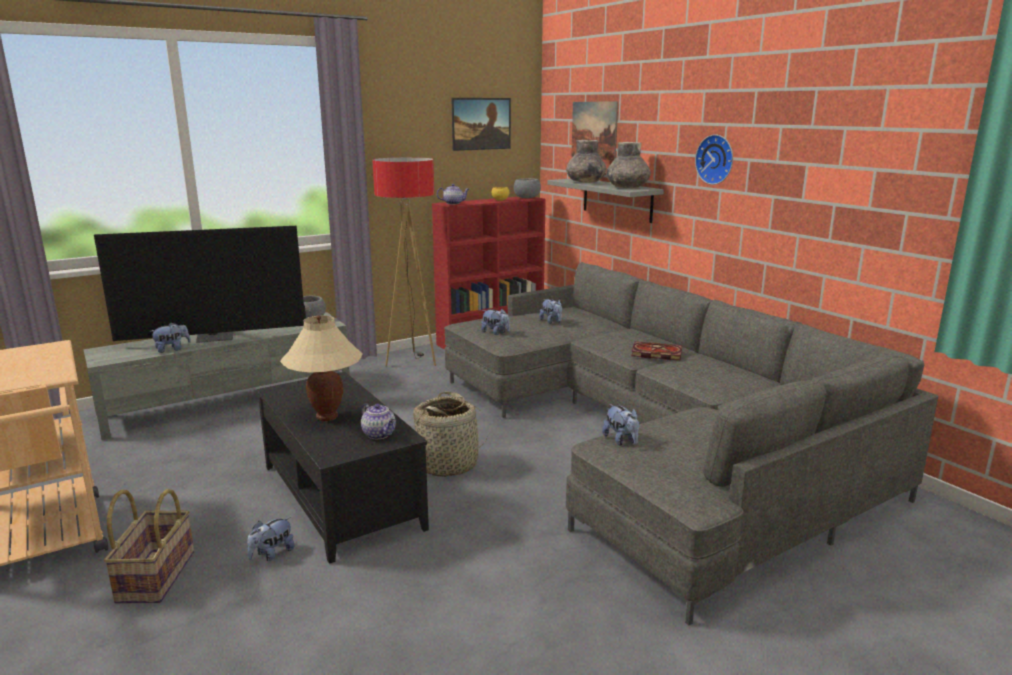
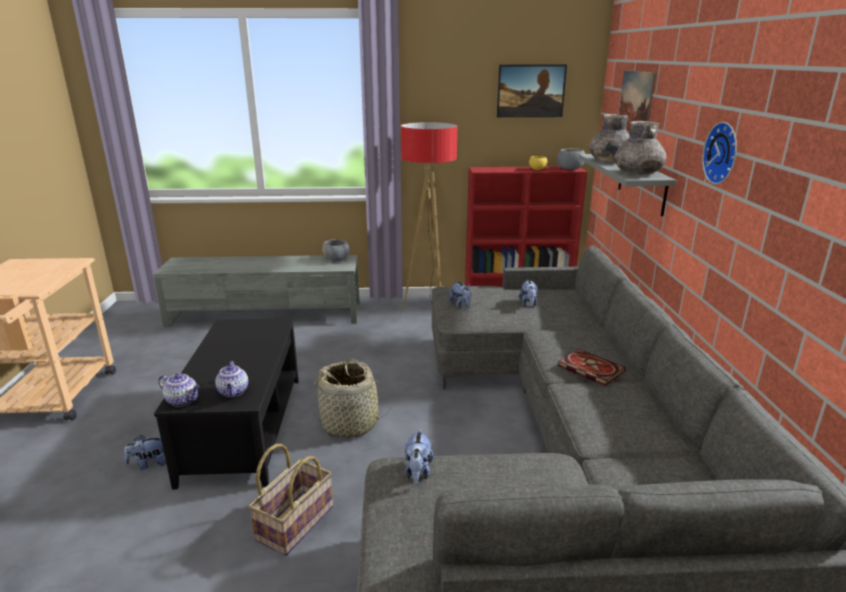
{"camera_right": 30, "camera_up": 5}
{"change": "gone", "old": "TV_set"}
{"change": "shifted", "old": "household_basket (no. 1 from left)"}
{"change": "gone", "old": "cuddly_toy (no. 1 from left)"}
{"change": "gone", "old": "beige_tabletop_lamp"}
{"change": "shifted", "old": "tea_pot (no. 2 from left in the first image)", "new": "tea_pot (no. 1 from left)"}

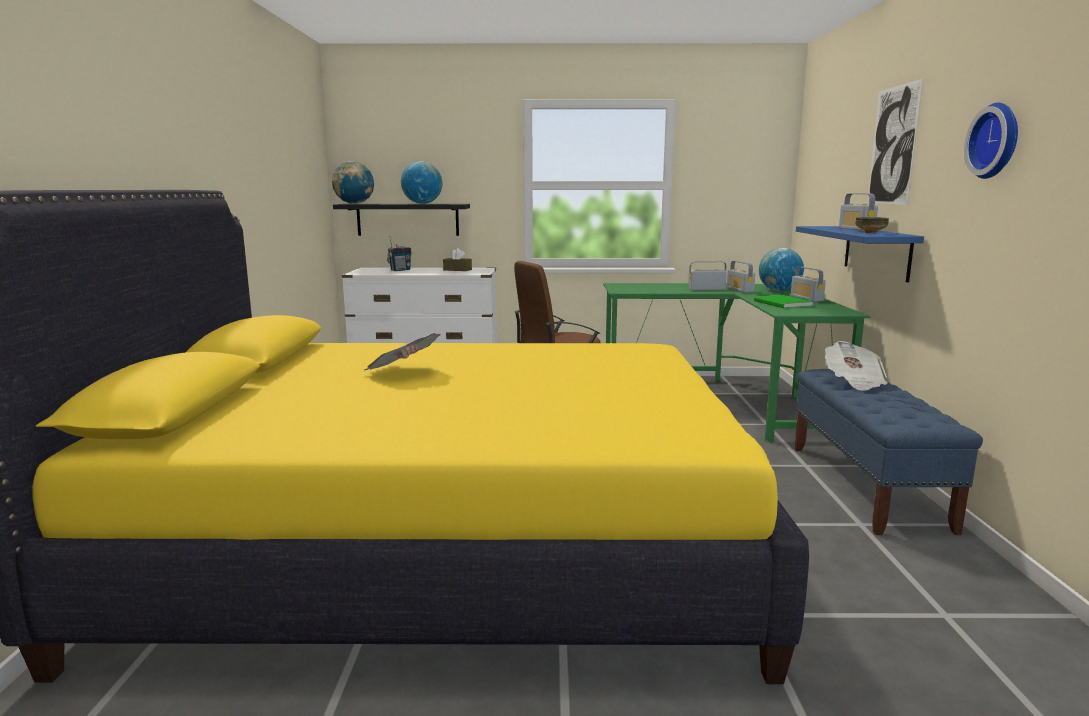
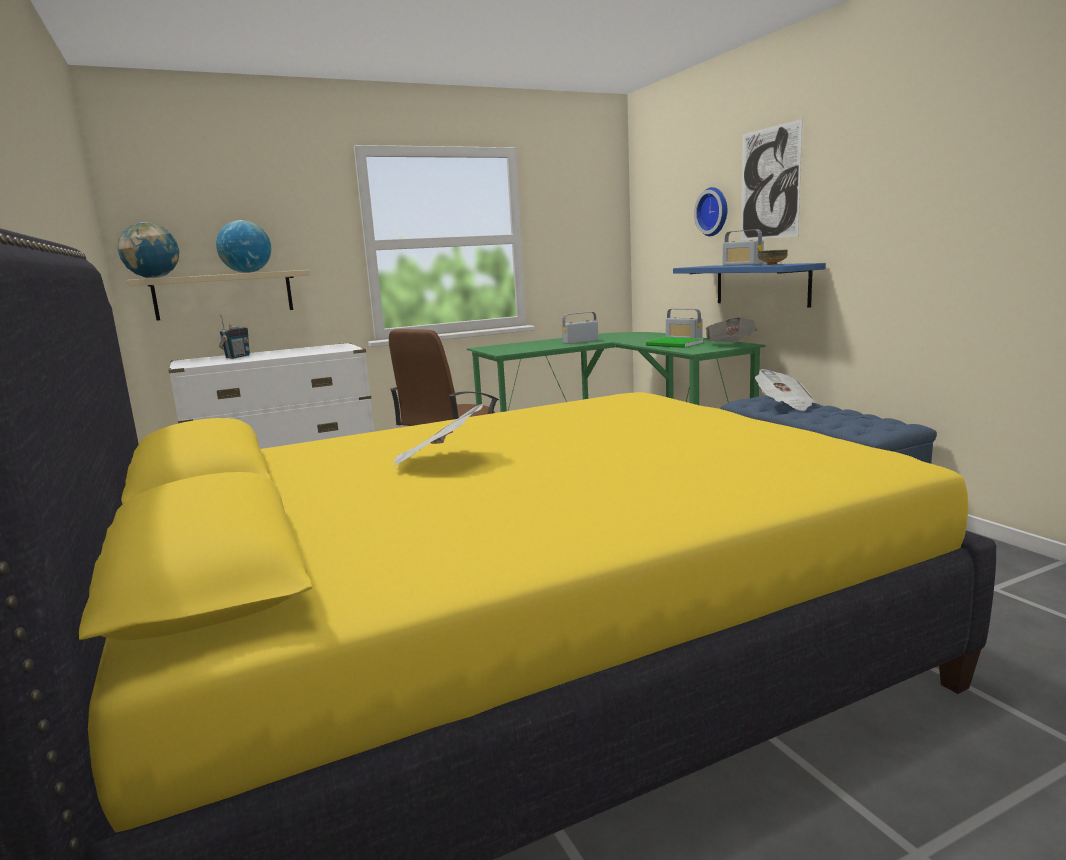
{"camera_right": -25, "camera_up": 0}
{"change": "repainted", "old": "black-coloured_bracket_shelf", "new": "beige_bracket_shelf"}
{"change": "gone", "old": "brown-coloured_tissue_holder"}
{"change": "gone", "old": "radio_receiver (no. 3 from left)"}
{"change": "gone", "old": "globe (no. 3 from left)"}
{"change": "shifted", "old": "wall_clock"}
{"change": "new", "new": "daily_paper (no. 2 from left)"}

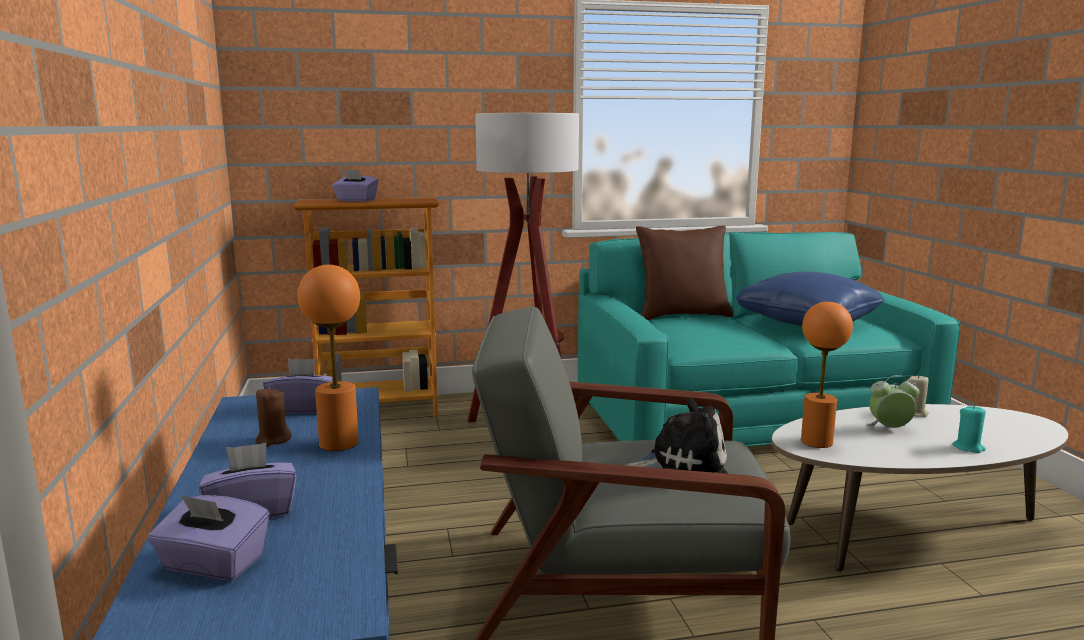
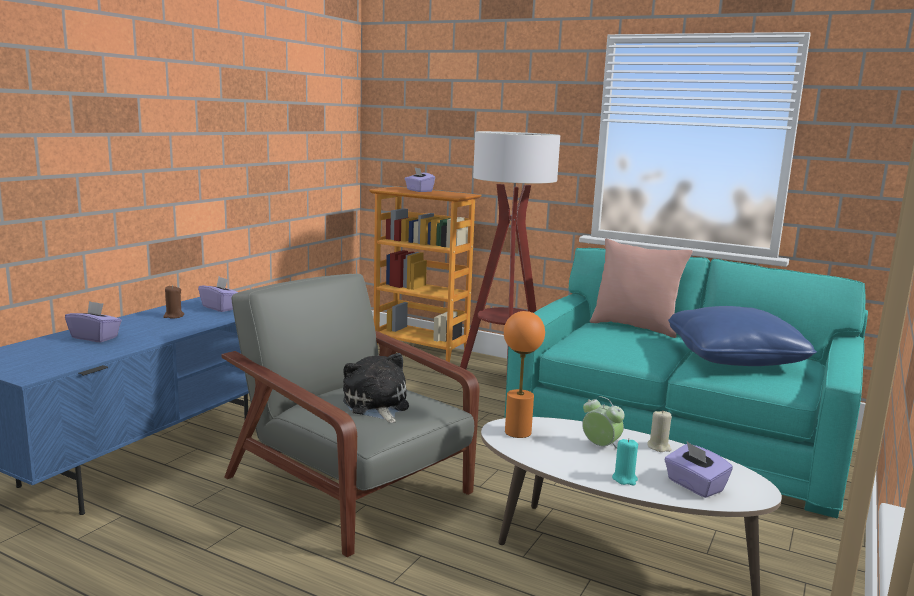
{"camera_right": 40, "camera_up": 0}
{"change": "shifted", "old": "purple_tissue_holder (no. 1 from left in the first image)", "new": "purple_tissue_holder (no. 4 from left)"}
{"change": "gone", "old": "orangey_tabletop_lamp (no. 1 from left)"}
{"change": "rotated", "old": "cuddly_toy", "degrees": -150}
{"change": "repainted", "old": "brown-coloured_throw_pillow", "new": "pink_throw_pillow"}

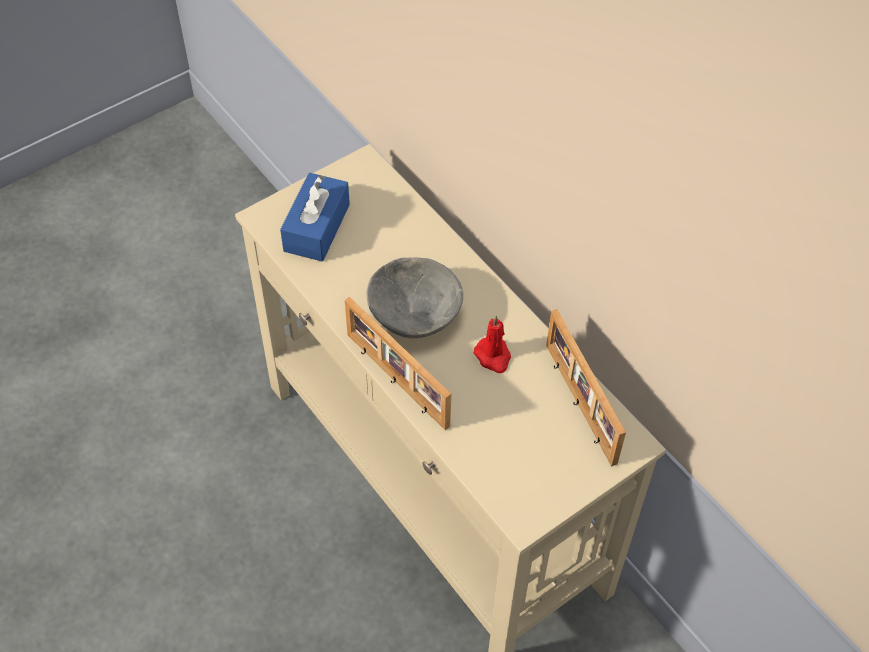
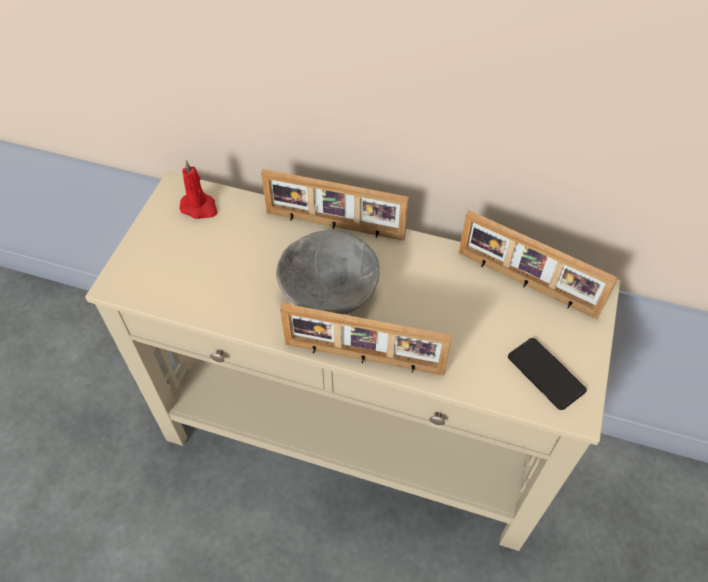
{"camera_right": -35, "camera_up": 0}
{"change": "gone", "old": "blue_tissue_holder"}
{"change": "shifted", "old": "red-coloured_candle"}
{"change": "new", "new": "standing_frame (no. 1 from left)"}
{"change": "new", "new": "handset"}

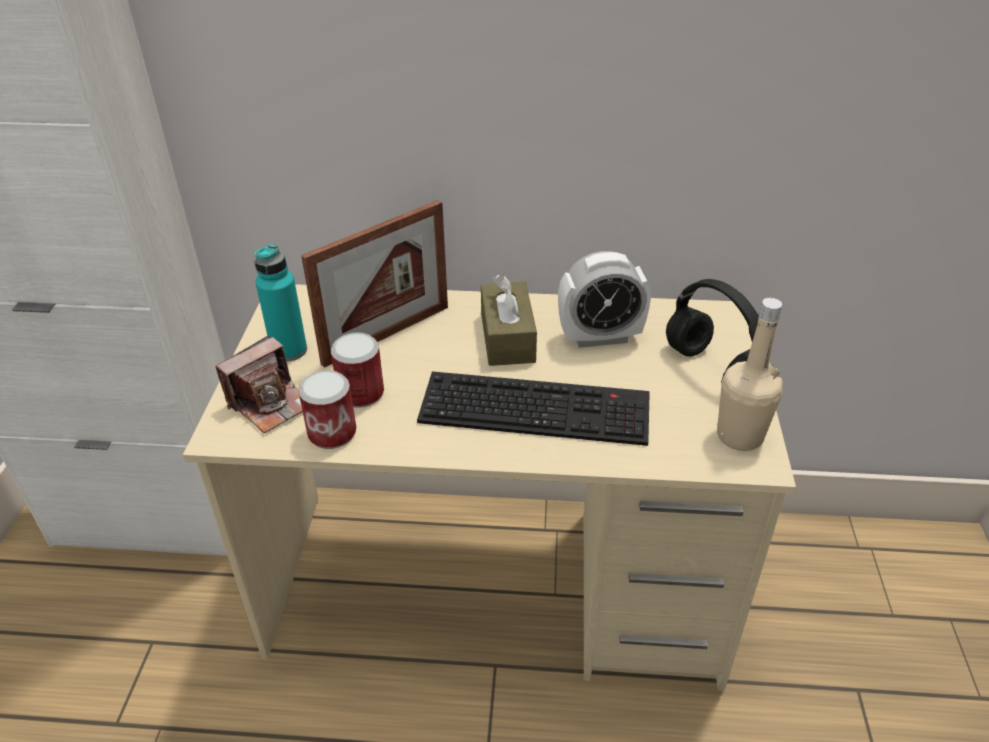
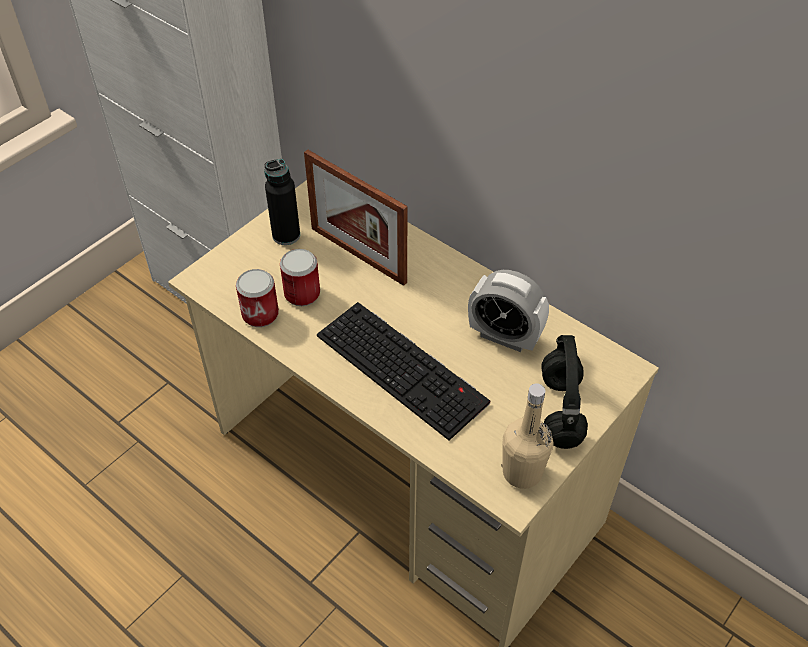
{"camera_right": 35, "camera_up": 10}
{"change": "gone", "old": "photo_camera"}
{"change": "repainted", "old": "blue-green_bottle", "new": "black-coloured_bottle"}
{"change": "rotated", "old": "standing_frame", "degrees": 45}
{"change": "gone", "old": "brown-coloured_tissue_holder"}

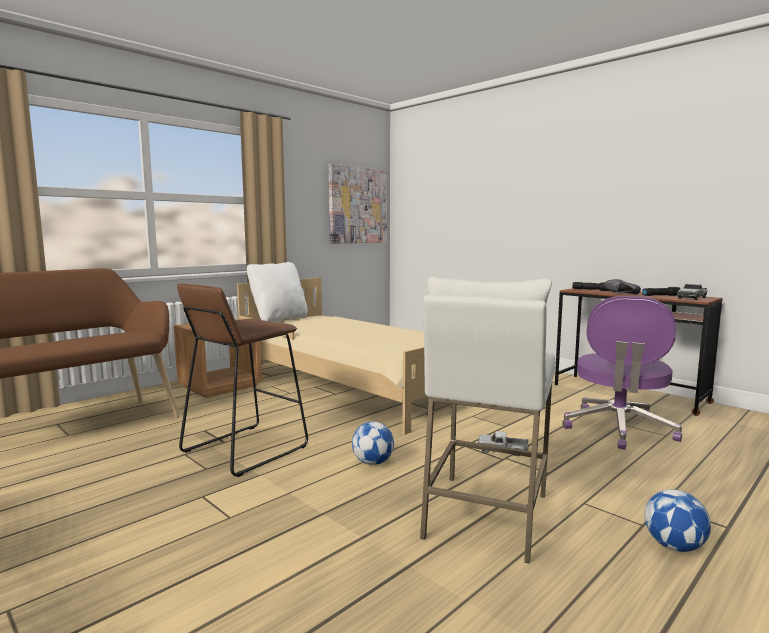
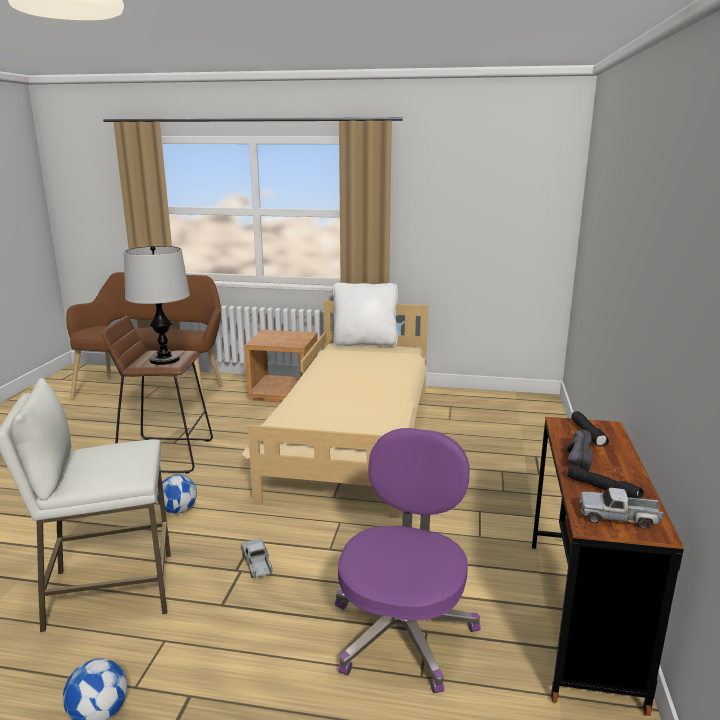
{"camera_right": 55, "camera_up": 10}
{"change": "gone", "old": "picture"}
{"change": "rotated", "old": "purple_desk_chair", "degrees": 120}
{"change": "new", "new": "tabletop_lamp"}

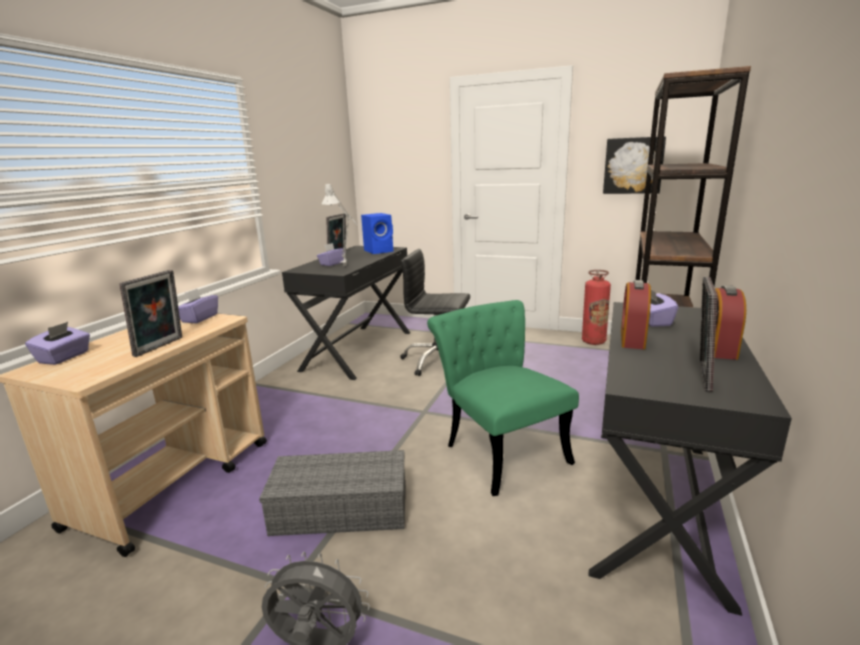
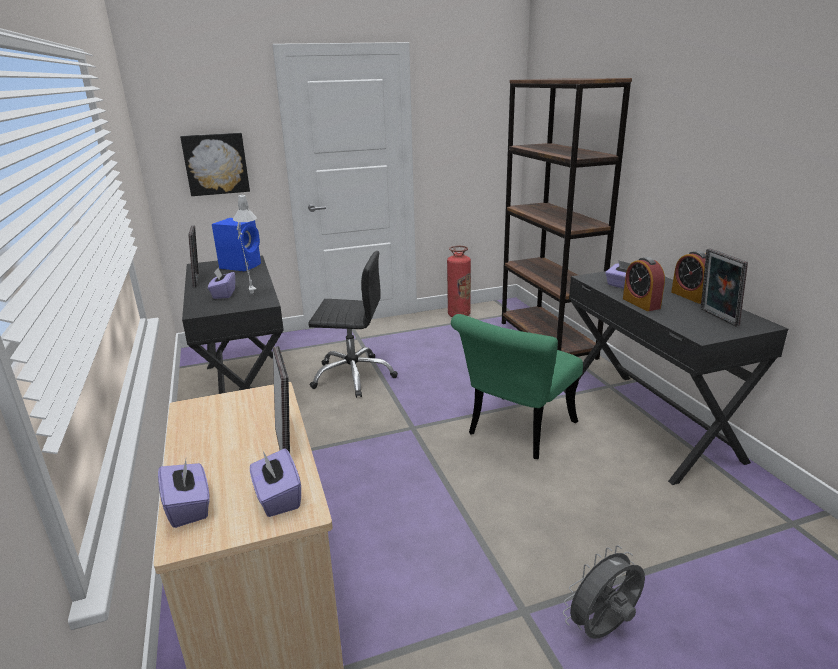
{"camera_right": -40, "camera_up": 5}
{"change": "shifted", "old": "purple_tissue_holder (no. 2 from left in the first image)", "new": "purple_tissue_holder (no. 3 from left)"}
{"change": "gone", "old": "greyish_storage_box"}
{"change": "rotated", "old": "black-coloured_desk_chair", "degrees": -150}
{"change": "rotated", "old": "greenish_chair", "degrees": -75}
{"change": "shifted", "old": "picture"}

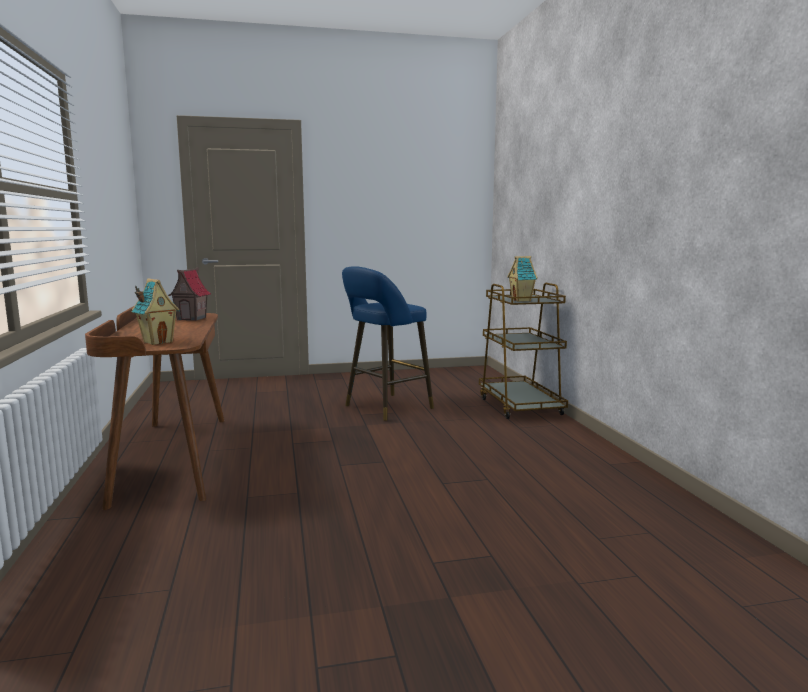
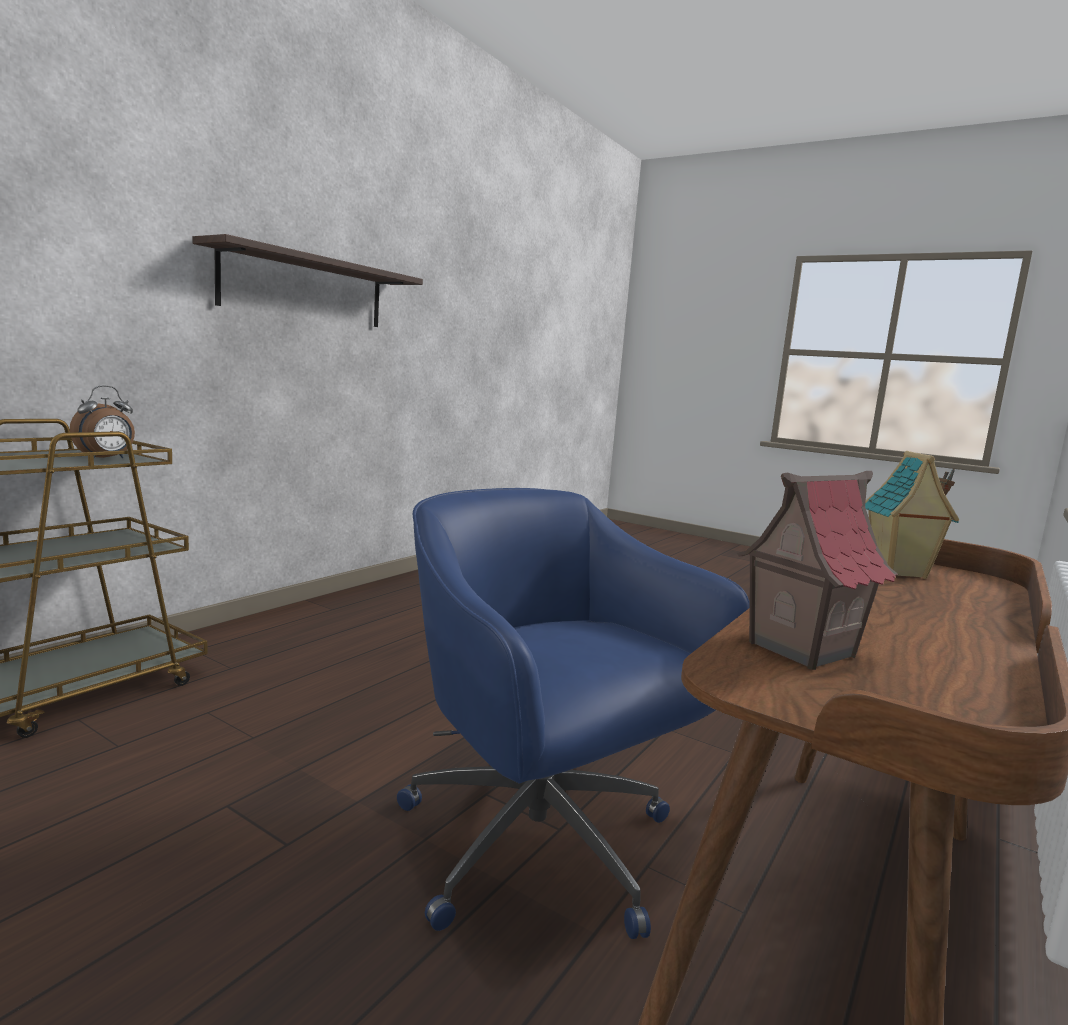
{"camera_right": -135, "camera_up": 0}
{"change": "gone", "old": "blue_stool_seat"}
{"change": "swapped", "old": "model_house (no. 3 from left)", "new": "table_clock"}
{"change": "new", "new": "bracket_shelf"}
{"change": "new", "new": "blue_desk_chair"}

